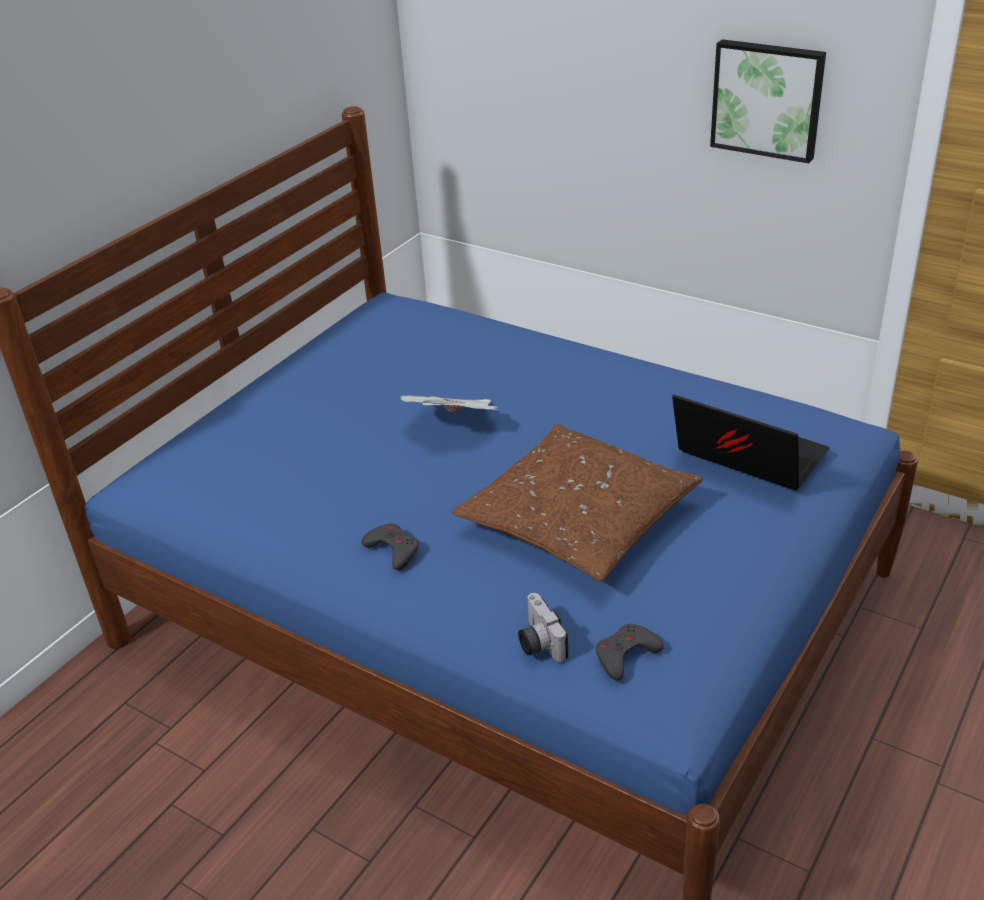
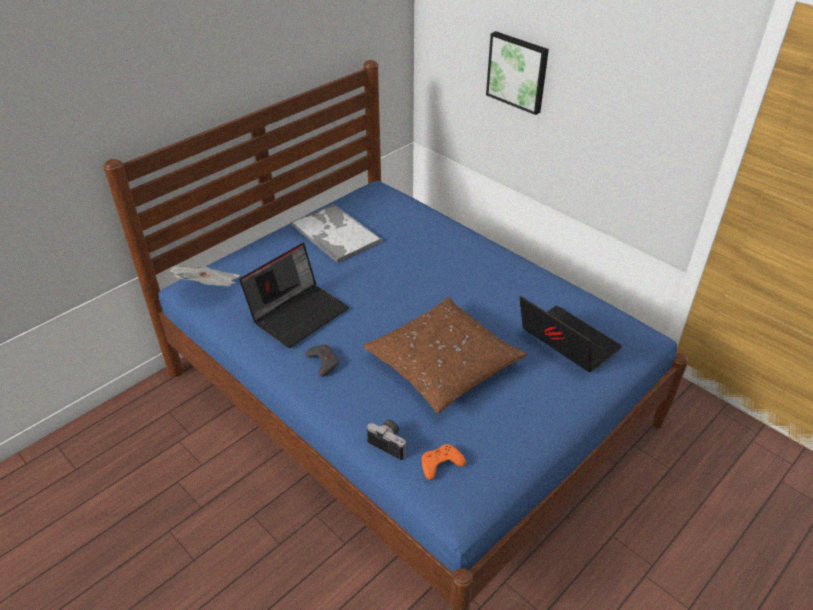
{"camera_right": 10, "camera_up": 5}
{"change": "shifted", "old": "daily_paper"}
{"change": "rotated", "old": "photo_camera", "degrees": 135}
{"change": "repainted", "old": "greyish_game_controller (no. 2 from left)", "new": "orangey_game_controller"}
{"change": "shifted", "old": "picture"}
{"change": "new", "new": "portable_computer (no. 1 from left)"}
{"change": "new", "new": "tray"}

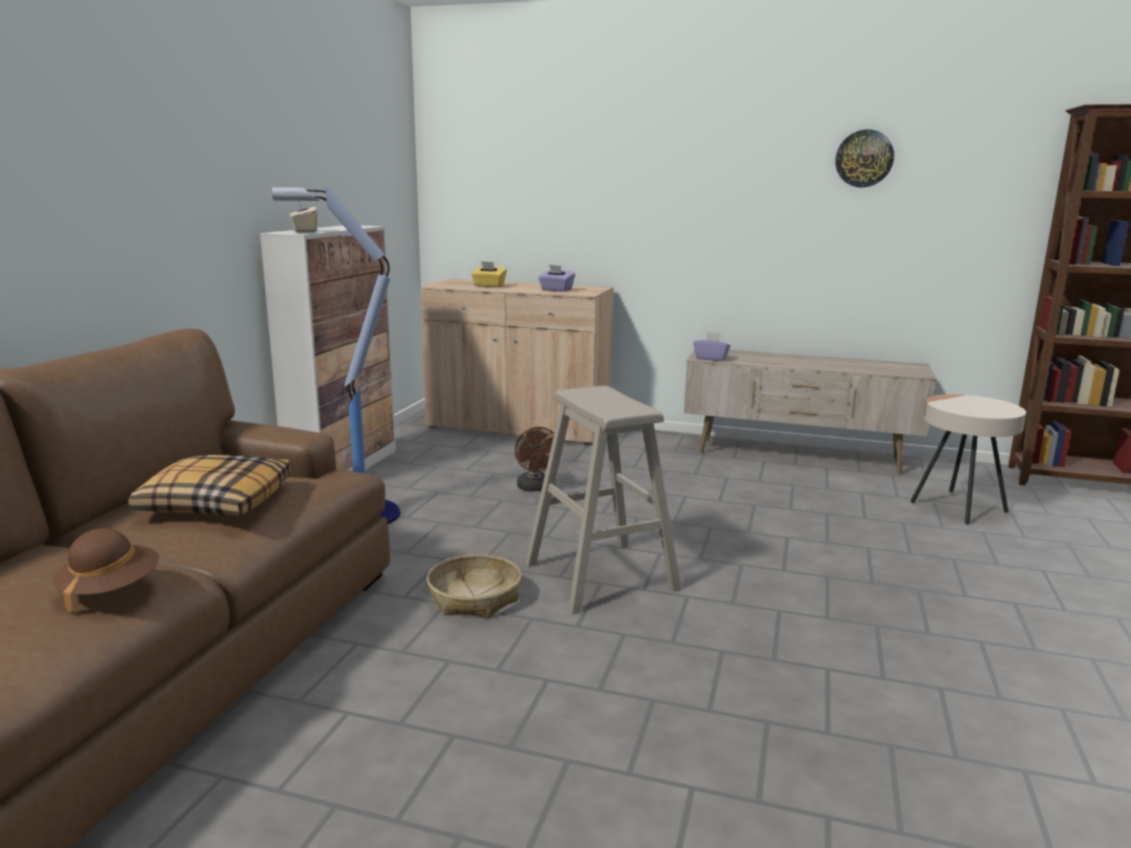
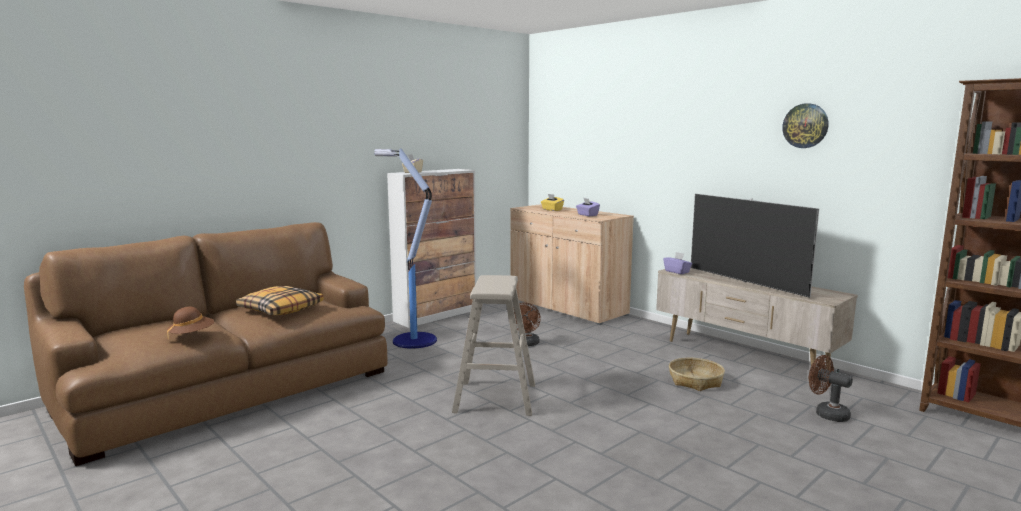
{"camera_right": 30, "camera_up": -5}
{"change": "shifted", "old": "household_basket"}
{"change": "swapped", "old": "beige_accent_table", "new": "brown-coloured_electric_fan (no. 2 from left)"}
{"change": "new", "new": "TV_set"}

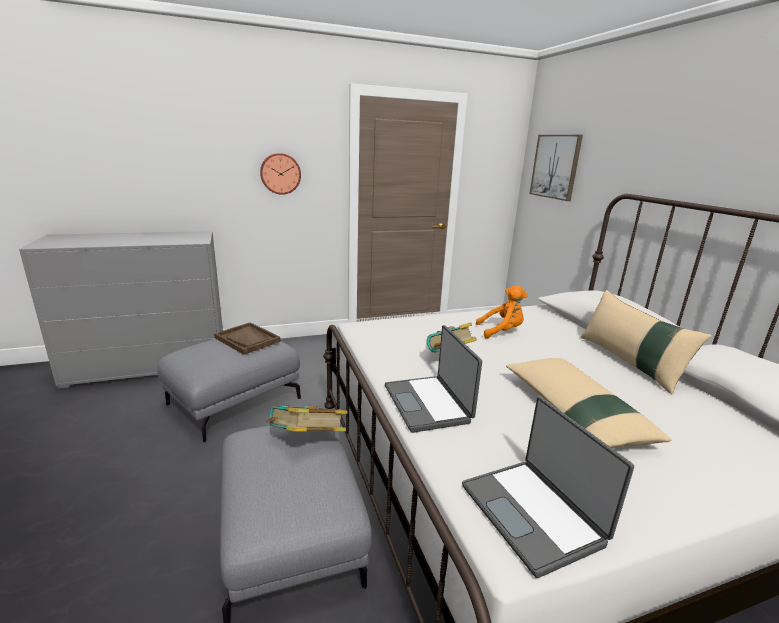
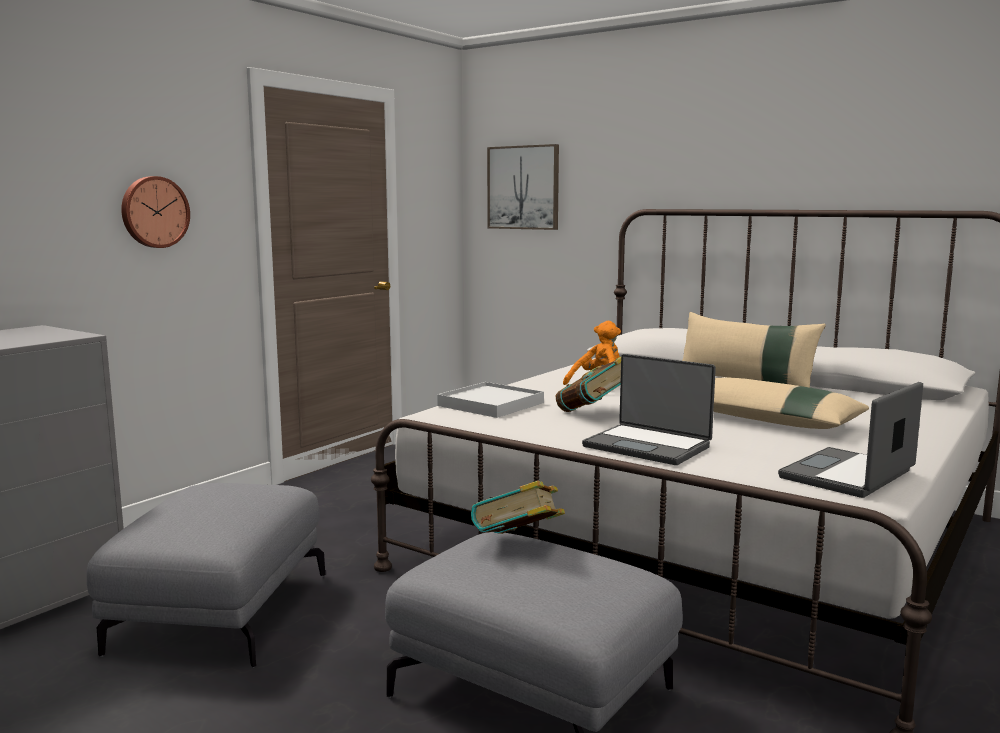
{"camera_right": -35, "camera_up": -10}
{"change": "gone", "old": "brown-coloured_tray"}
{"change": "rotated", "old": "portable_computer (no. 2 from left)", "degrees": 105}
{"change": "new", "new": "white-coloured_tray"}

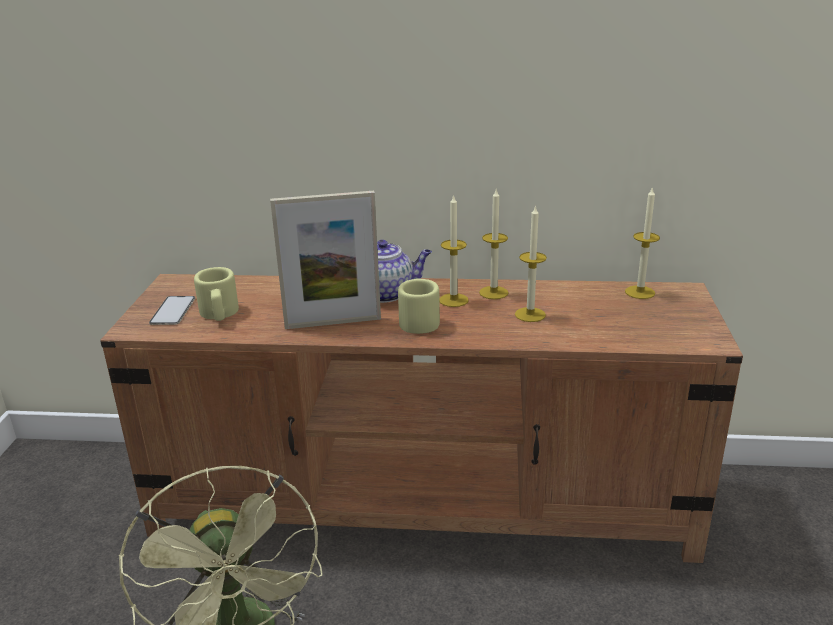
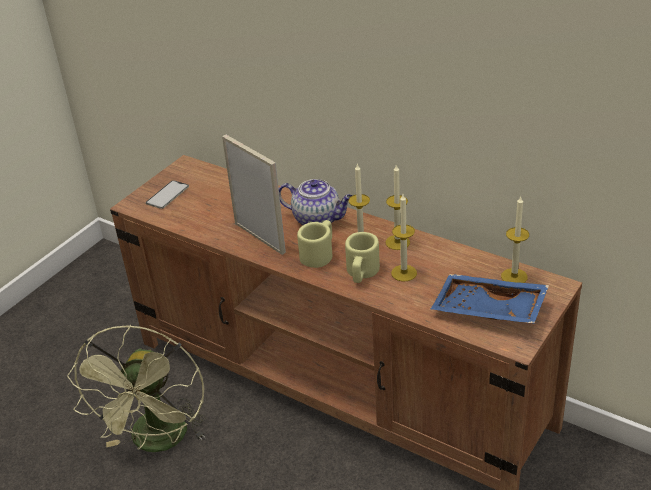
{"camera_right": 30, "camera_up": 10}
{"change": "shifted", "old": "beige_coffee_mug (no. 1 from left in the first image)", "new": "beige_coffee_mug (no. 2 from left)"}
{"change": "rotated", "old": "standing_frame", "degrees": -150}
{"change": "new", "new": "blue_tray"}

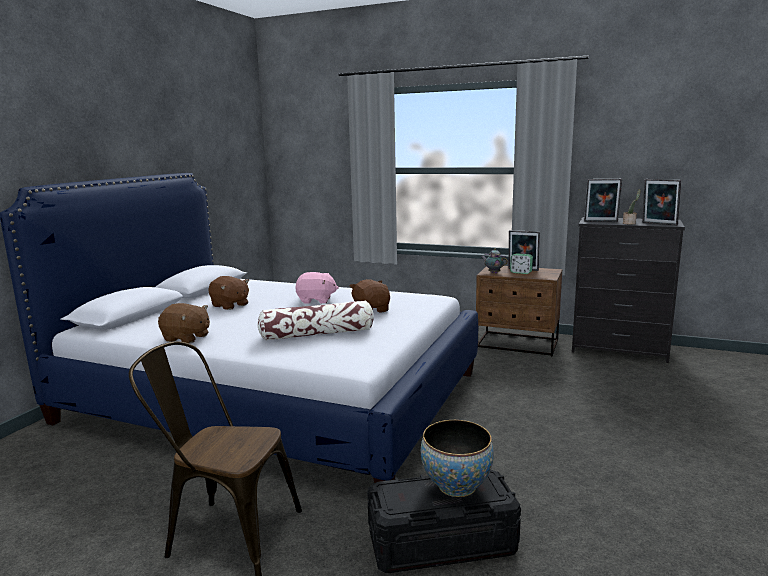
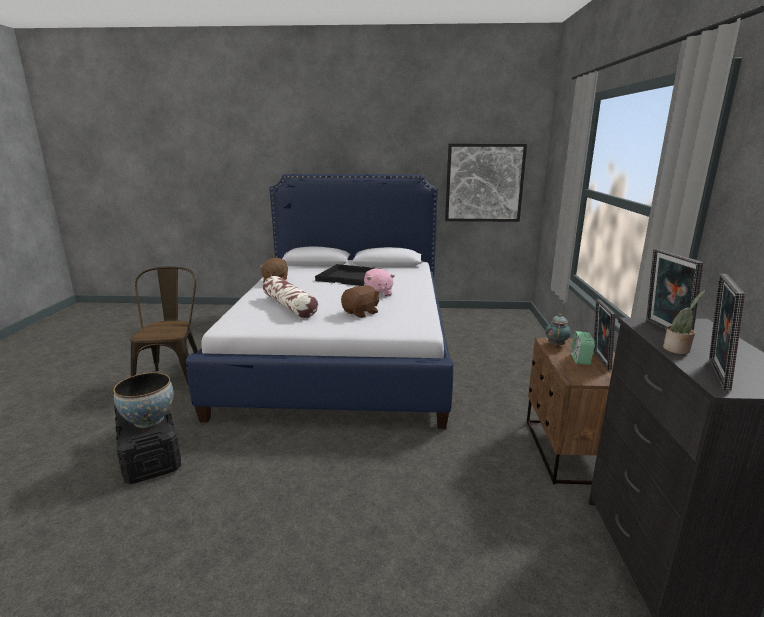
{"camera_right": 70, "camera_up": 5}
{"change": "swapped", "old": "brown-coloured_cuddly_toy (no. 2 from left)", "new": "black-coloured_tray"}
{"change": "new", "new": "picture"}

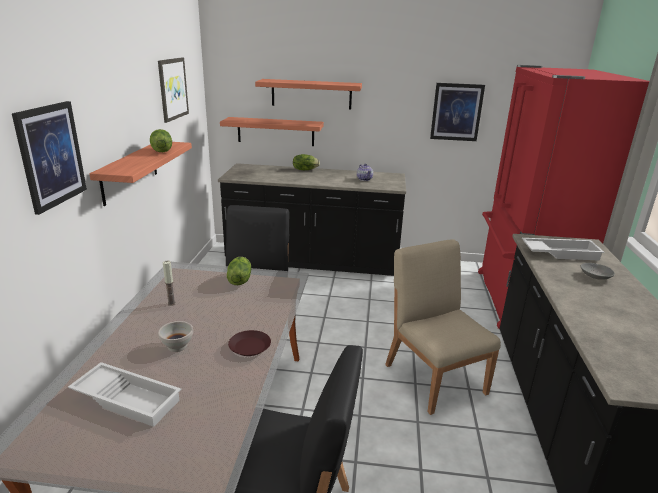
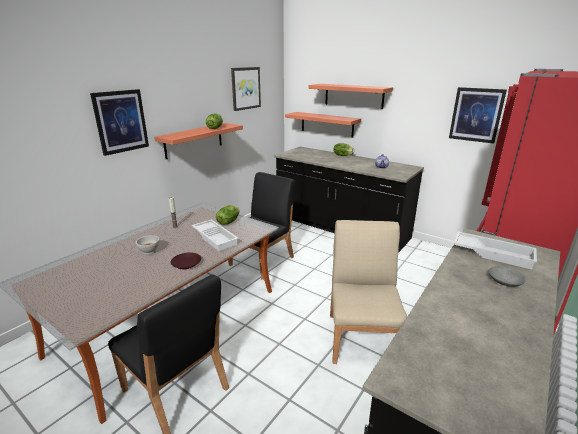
{"camera_right": 30, "camera_up": 0}
{"change": "shifted", "old": "white-coloured_tray (no. 1 from left)"}

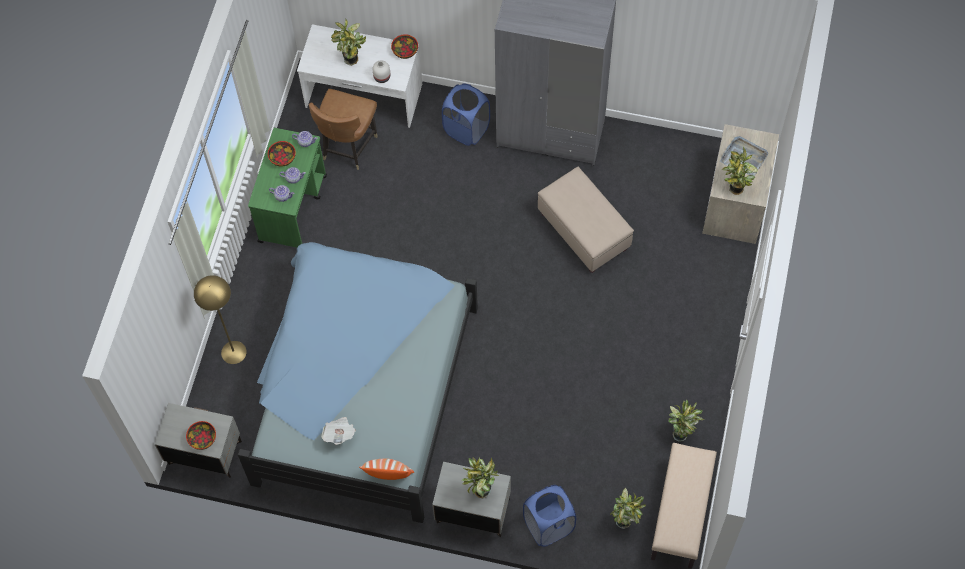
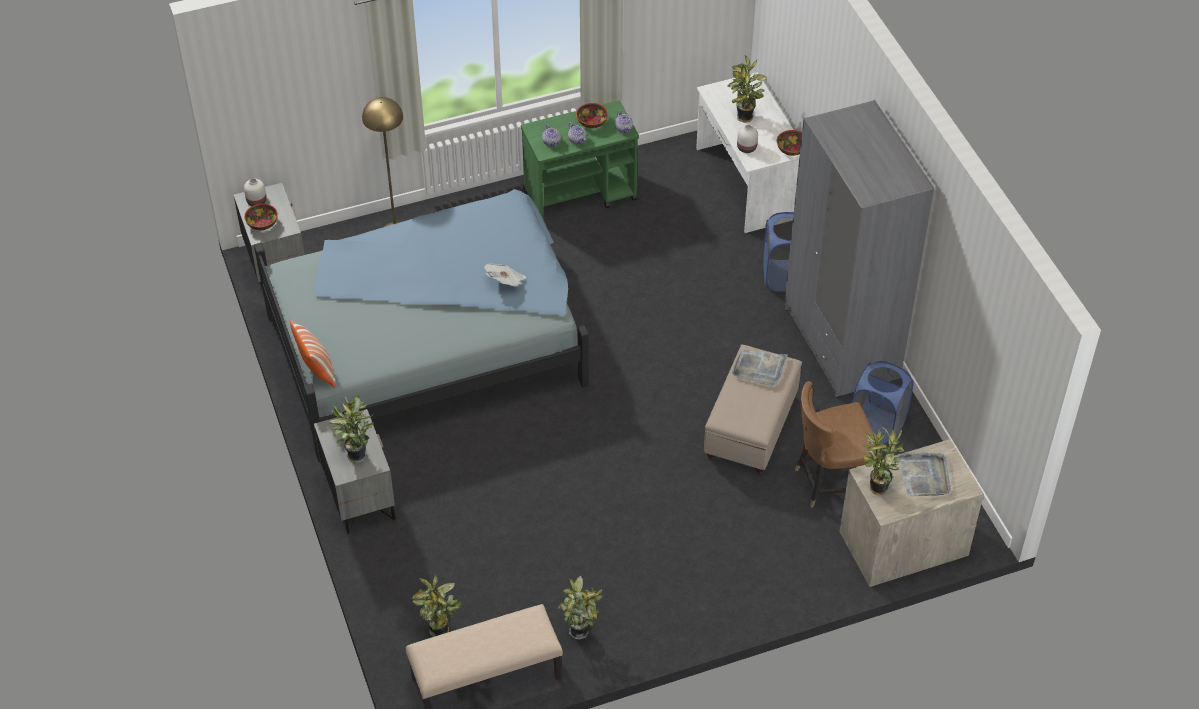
{"camera_right": 55, "camera_up": -15}
{"change": "shifted", "old": "brown-coloured_chair"}
{"change": "shifted", "old": "daily_paper"}
{"change": "shifted", "old": "blue_hamper (no. 2 from left)"}
{"change": "new", "new": "white-coloured_decorative_vase (no. 1 from left)"}
{"change": "new", "new": "greyish_tray (no. 1 from left)"}

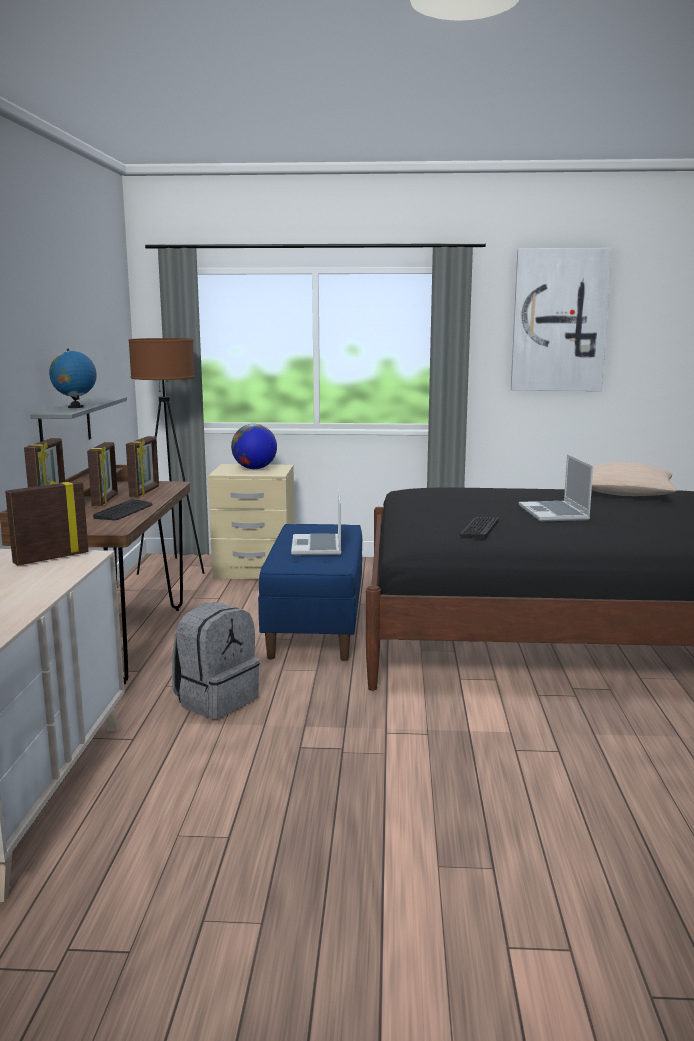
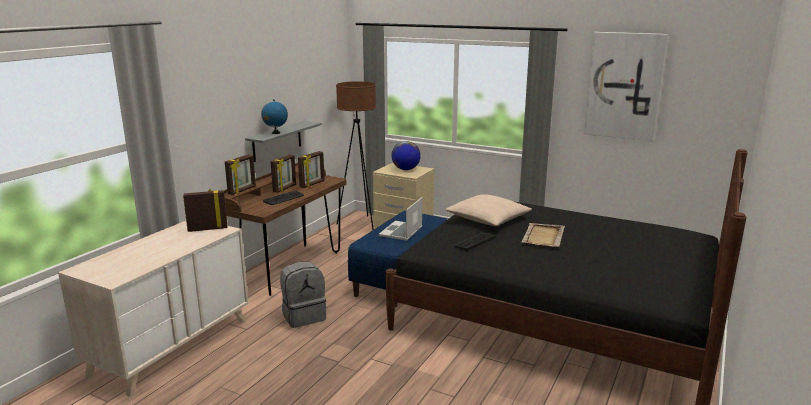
{"camera_right": 25, "camera_up": 5}
{"change": "swapped", "old": "portable_computer (no. 2 from left)", "new": "beige_tray"}
{"change": "shifted", "old": "beige_throw_pillow"}

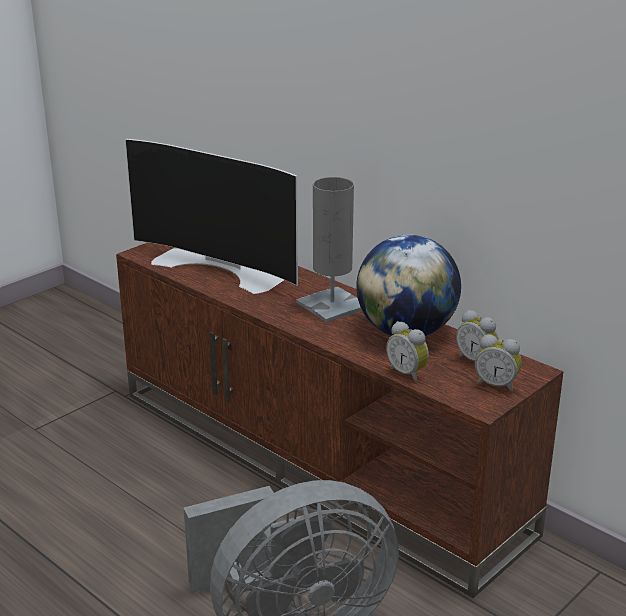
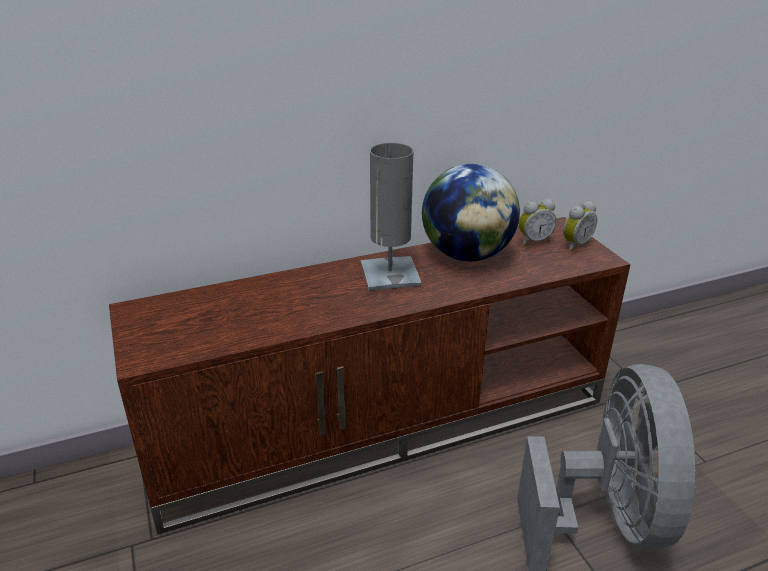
{"camera_right": -65, "camera_up": 5}
{"change": "gone", "old": "TV_set"}
{"change": "gone", "old": "table_clock (no. 1 from left)"}

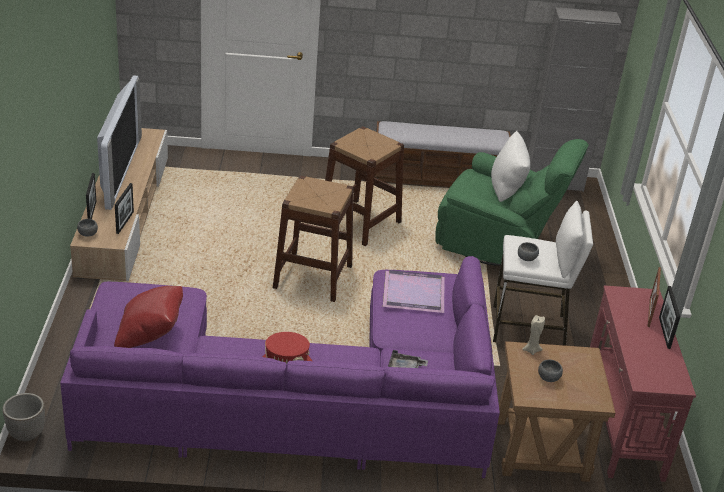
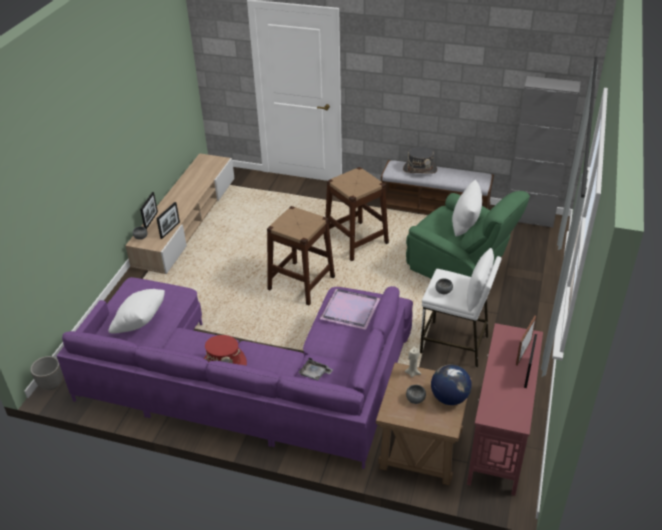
{"camera_right": 20, "camera_up": 5}
{"change": "gone", "old": "TV_set"}
{"change": "repainted", "old": "red-coloured_throw_pillow", "new": "white-coloured_throw_pillow (no. 1 from left)"}
{"change": "new", "new": "greyish_wearable_hat"}
{"change": "new", "new": "globe"}

